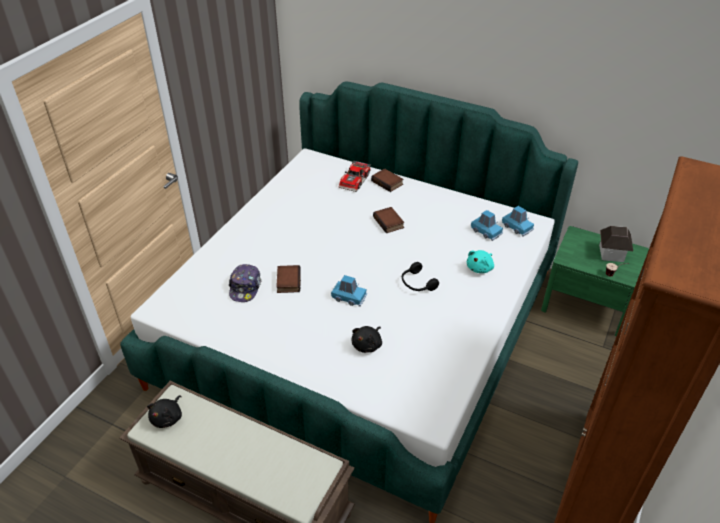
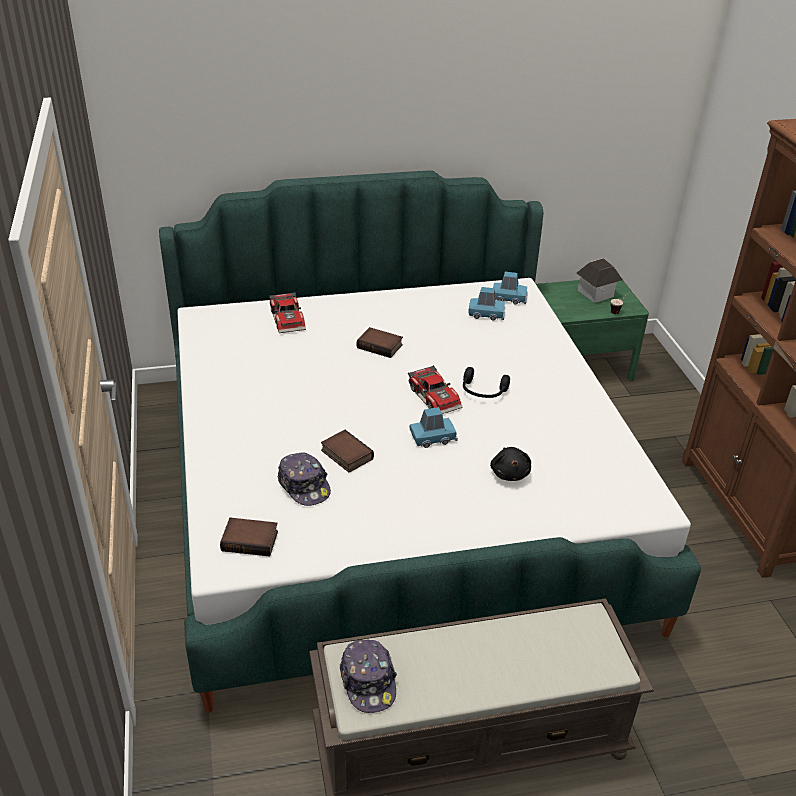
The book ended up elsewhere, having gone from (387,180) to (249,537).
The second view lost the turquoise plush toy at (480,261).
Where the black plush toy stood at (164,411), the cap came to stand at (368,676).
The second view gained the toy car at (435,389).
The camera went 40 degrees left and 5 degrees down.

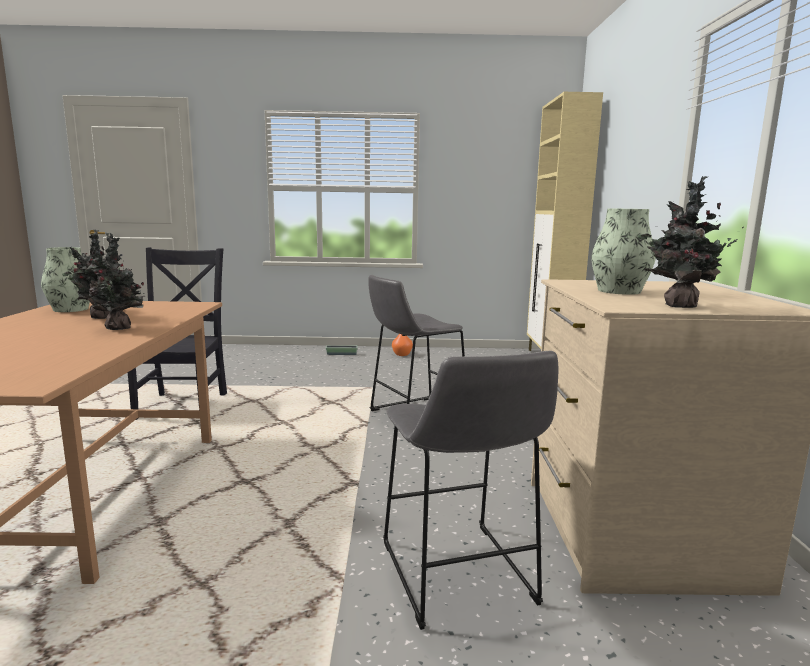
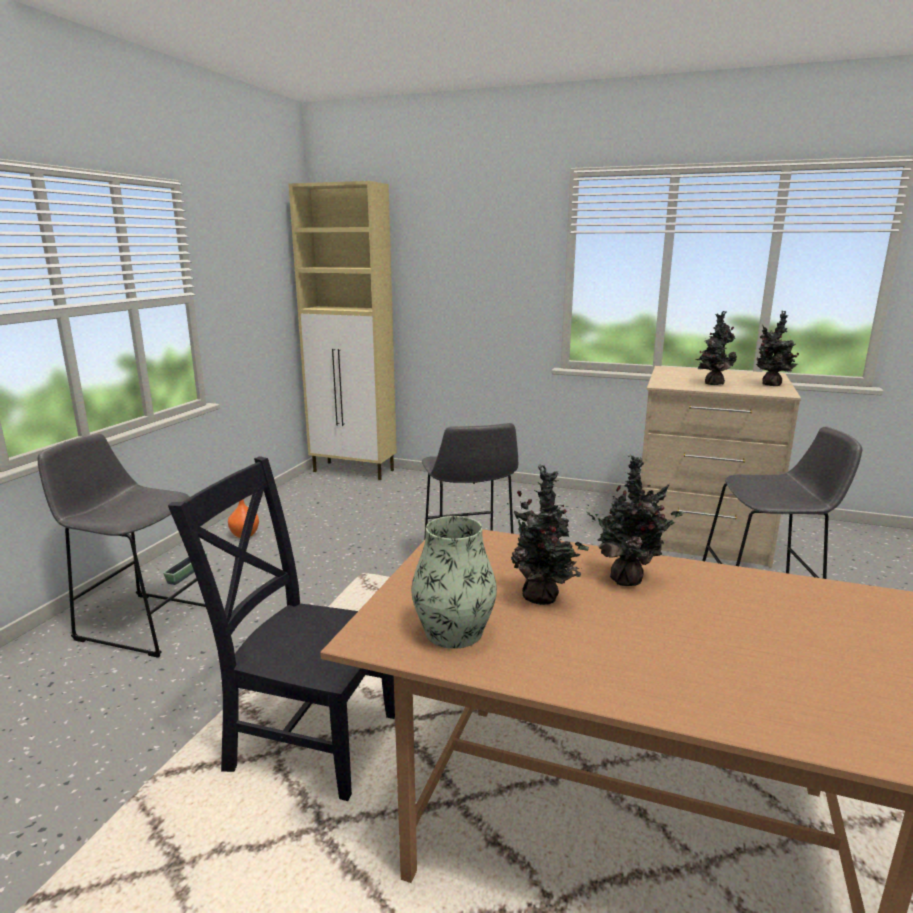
Where the vase stood at (623,251), the potted plant came to stand at (716,348).
The second view gained the grey stool at (122,546).
The camera went 70 degrees left and 5 degrees up.

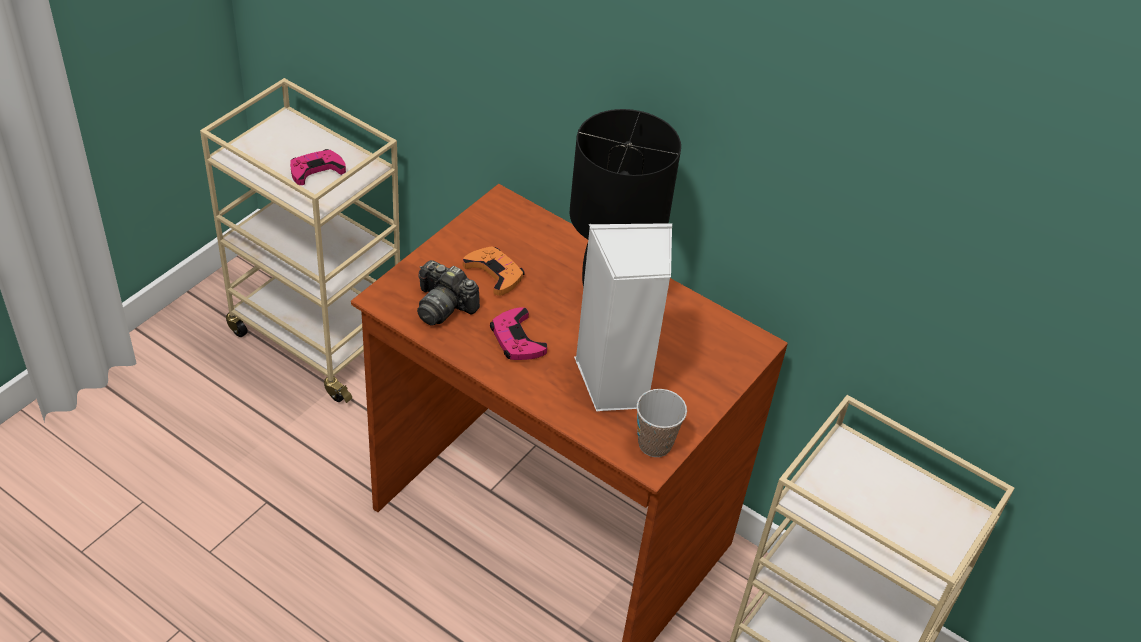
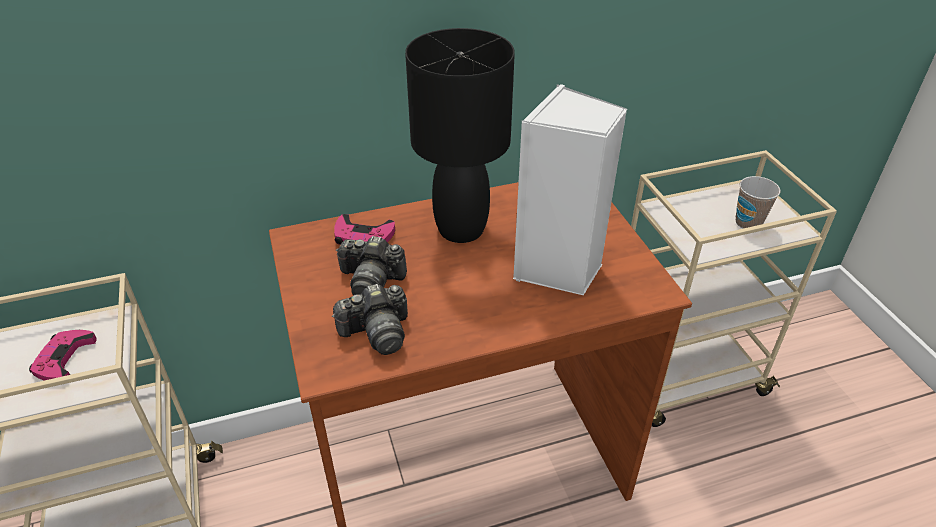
Where the orange game controller stood at (494,271), the photo camera came to stand at (371,265).
The pink game controller ended up elsewhere, having gone from (518,333) to (364,229).
The cup ended up elsewhere, having gone from (661,423) to (758,202).
The camera went 50 degrees left and 5 degrees down.

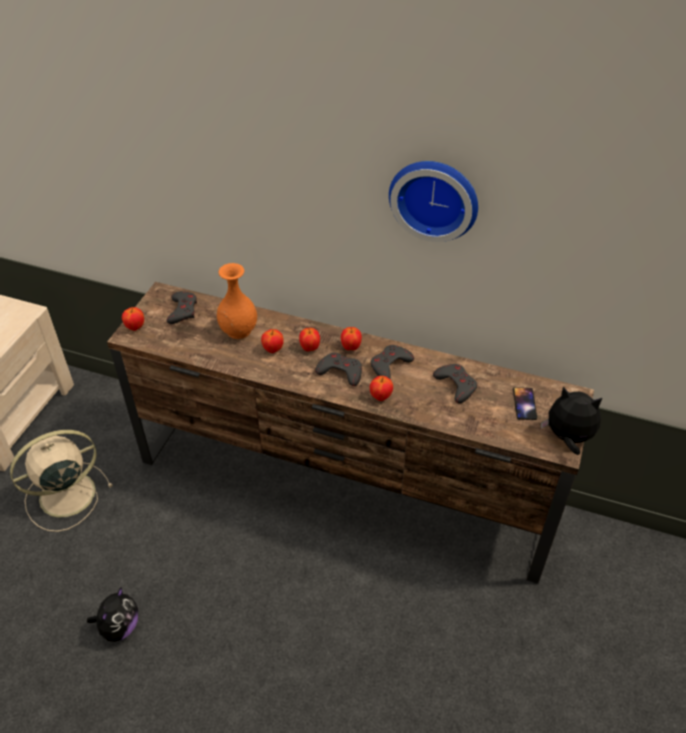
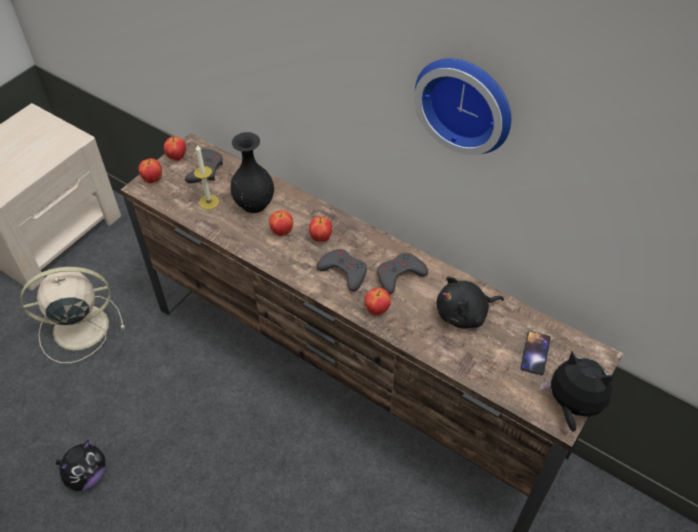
What was the orange vase at (237,301) turned into the black vase at (252,172).
The apple ended up elsewhere, having gone from (351,339) to (175,148).
Where the grey game controller stood at (455,384), the black plush toy came to stand at (470,302).
The second view gained the candle at (206,177).
The camera went 15 degrees right and 5 degrees up.

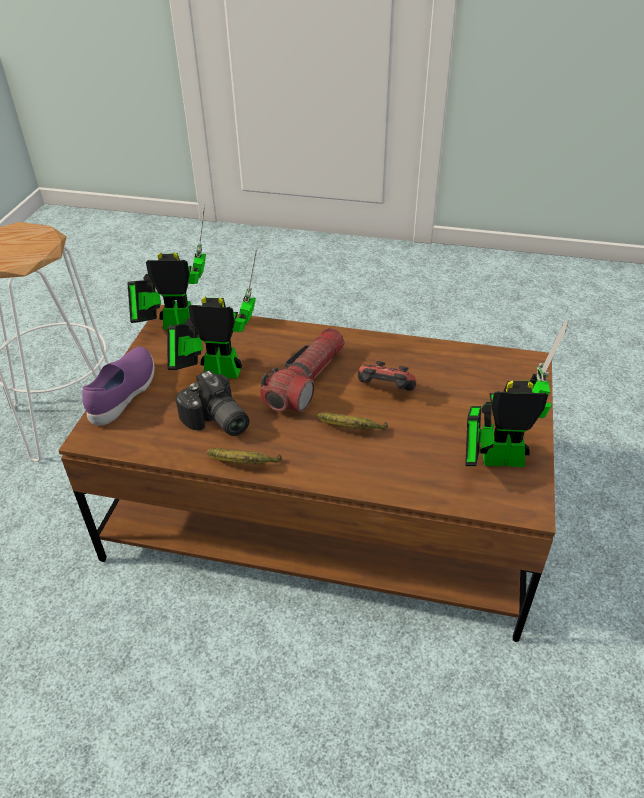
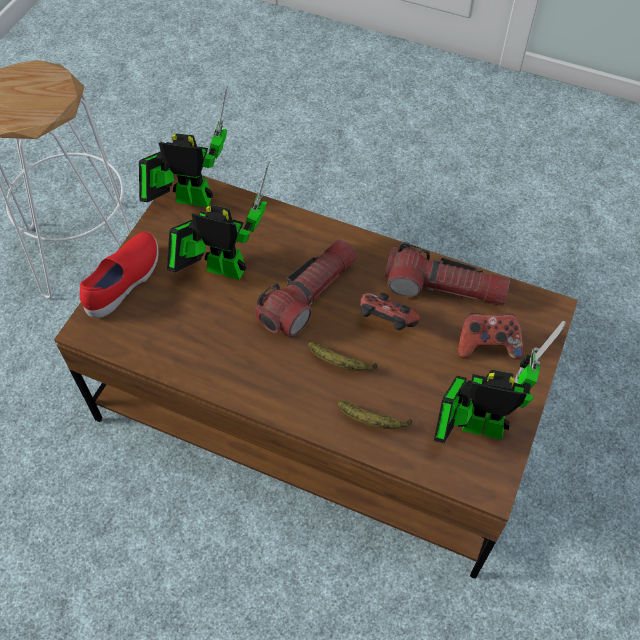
What was the purple shoe at (118,386) turned into the red shoe at (119,275).
The second view lost the photo camera at (212,403).
The banana ended up elsewhere, having gone from (244,456) to (375,415).
The second view gained the flashlight at (447,274).
The second view gained the game controller at (490,336).
The camera went 10 degrees right and 15 degrees up.

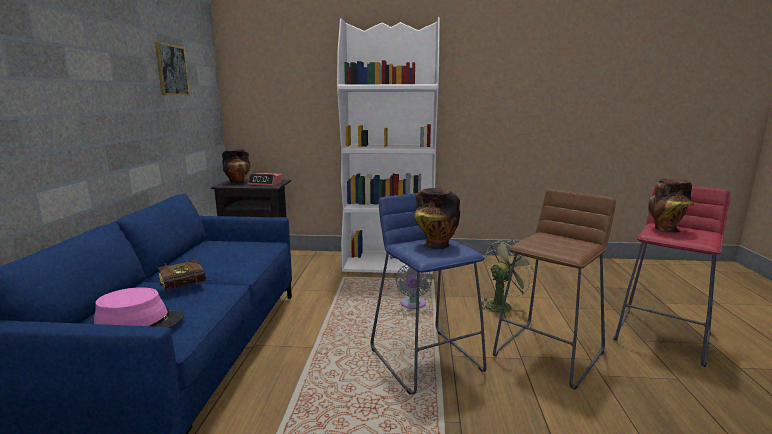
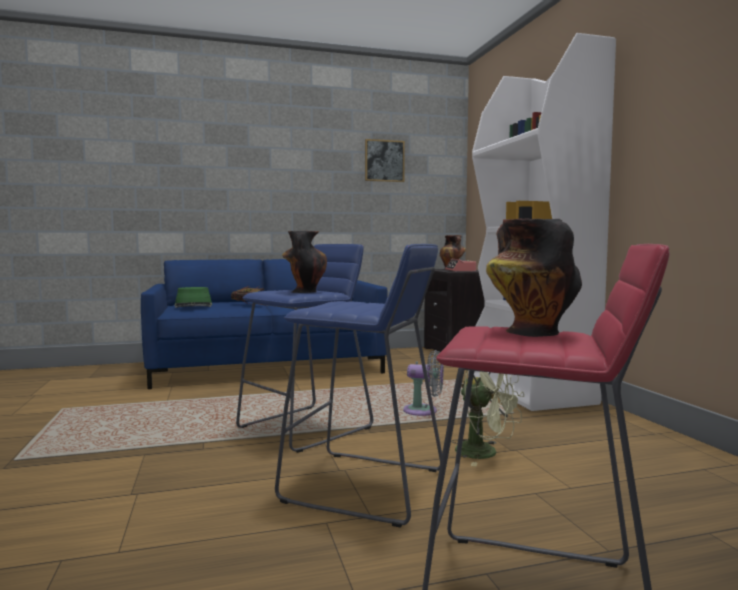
What was the brown stool at (554,289) turned into the blue stool at (358,386).
The grey fan at (413,287) ended up facing another way, 150 degrees counterclockwise from before.
What was the pink hat at (139,307) turned into the green hat at (193,297).
The camera went 70 degrees right and 10 degrees down.

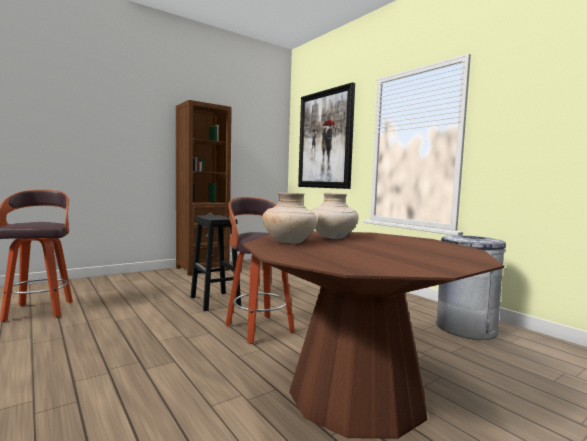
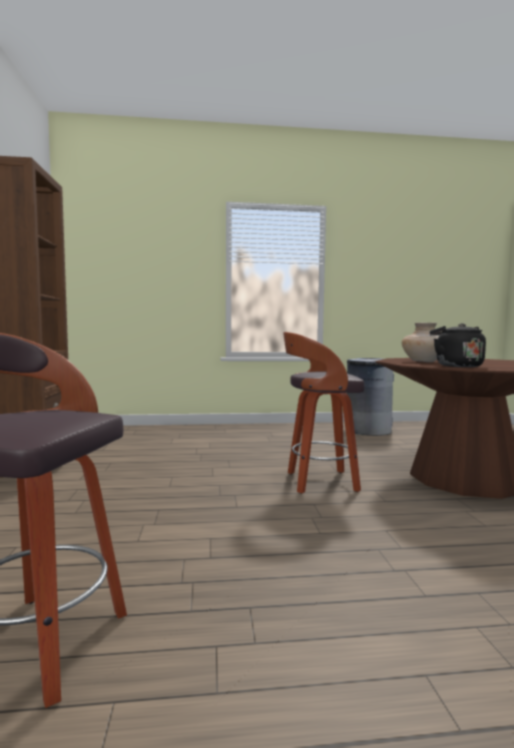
The second view lost the picture at (326,135).
Where the beige vase stood at (289,218), the black kettle came to stand at (457,345).
The second view lost the black stool at (216,263).
The camera went 60 degrees left and 0 degrees up.

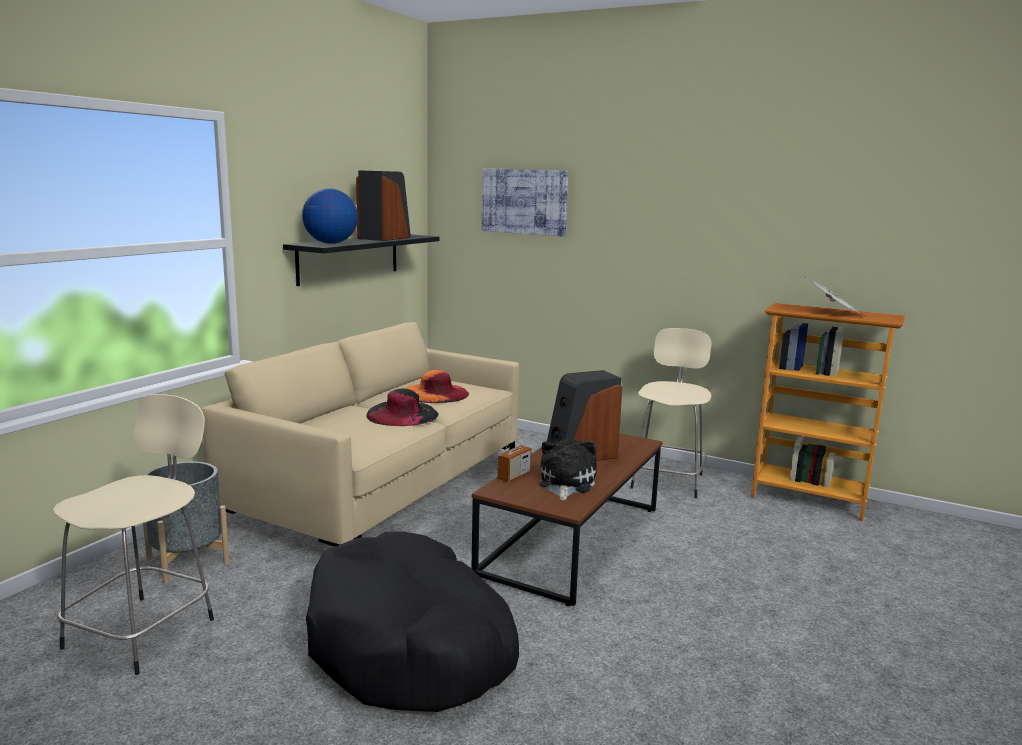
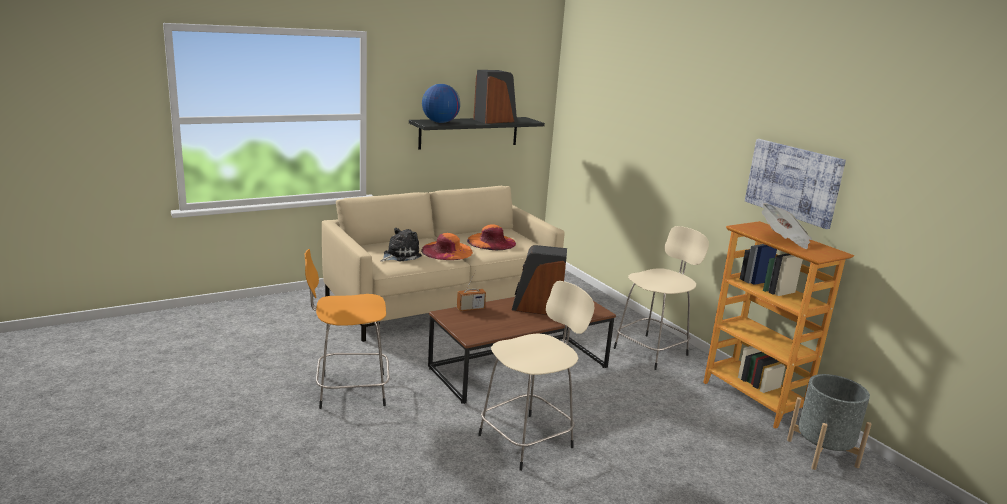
The picture ended up elsewhere, having gone from (525,203) to (795,184).
What was the black hat at (402,407) turned into the orange hat at (447,246).
The beige stool ended up elsewhere, having gone from (133,534) to (536,376).
The plush toy ended up elsewhere, having gone from (568,470) to (401,245).
The grey planter ended up elsewhere, having gone from (186,522) to (829,422).
Where the black dog bed stood at (412,621), the orange stool came to stand at (347,329).
The camera went 30 degrees right and 5 degrees up.

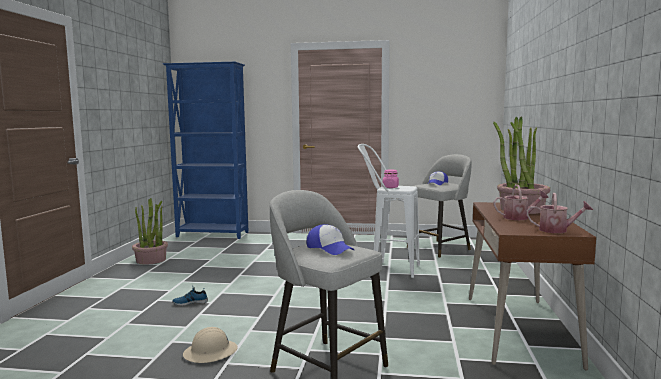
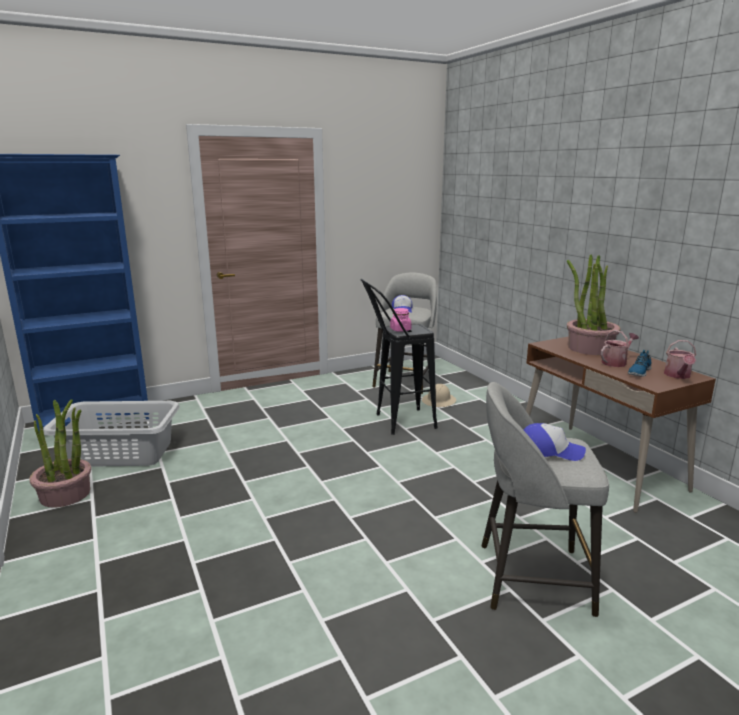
What was the white stool at (389,211) turned into the black stool at (399,357).
The watering can at (560,213) ended up facing another way, 120 degrees clockwise from before.
The shoe ended up elsewhere, having gone from (190,296) to (639,363).
The beige hard hat ended up elsewhere, having gone from (210,345) to (439,395).
The second view gained the grey laundry basket at (111,434).
The camera went 35 degrees left and 10 degrees up.

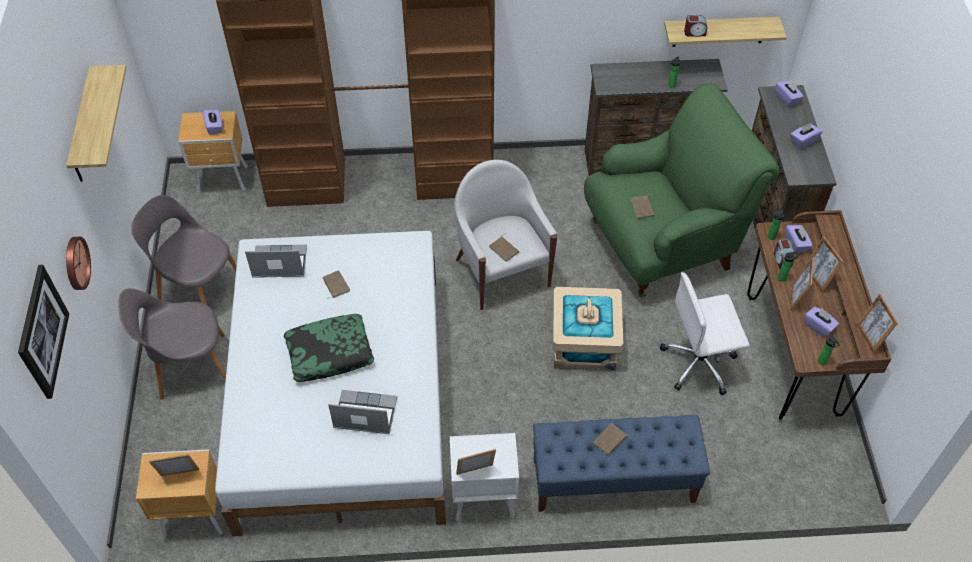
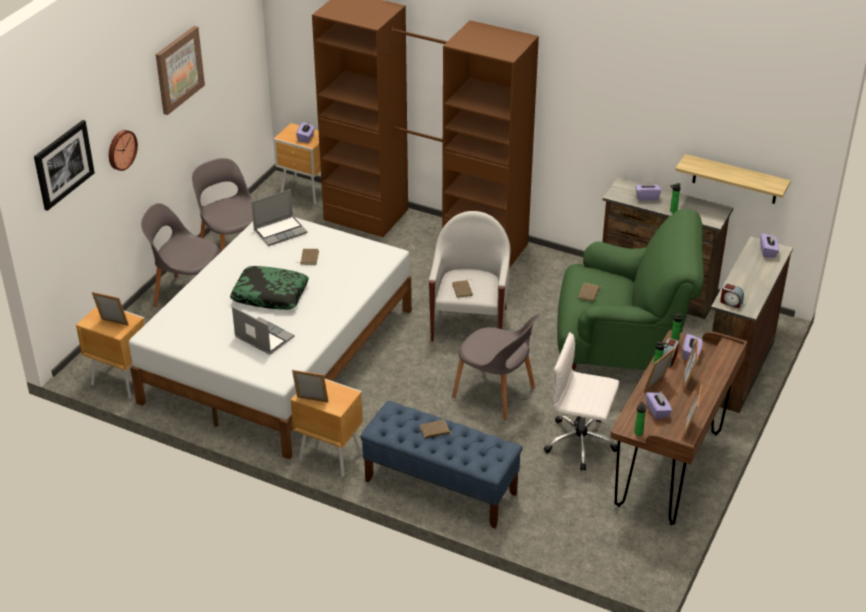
The alarm clock ended up elsewhere, having gone from (695,25) to (732,295).
Where the shelf hung at (96,123), the picture came to hang at (180,70).
The purple tissue box ended up elsewhere, having gone from (807,135) to (648,190).
The laptop at (276,261) ended up facing another way, 120 degrees clockwise from before.
Where the beige storage box stood at (588,328), the grey chair came to stand at (496,367).
What was the white nightstand at (484,477) turned into the brown nightstand at (327,428).
The camera went 30 degrees right and 15 degrees down.

